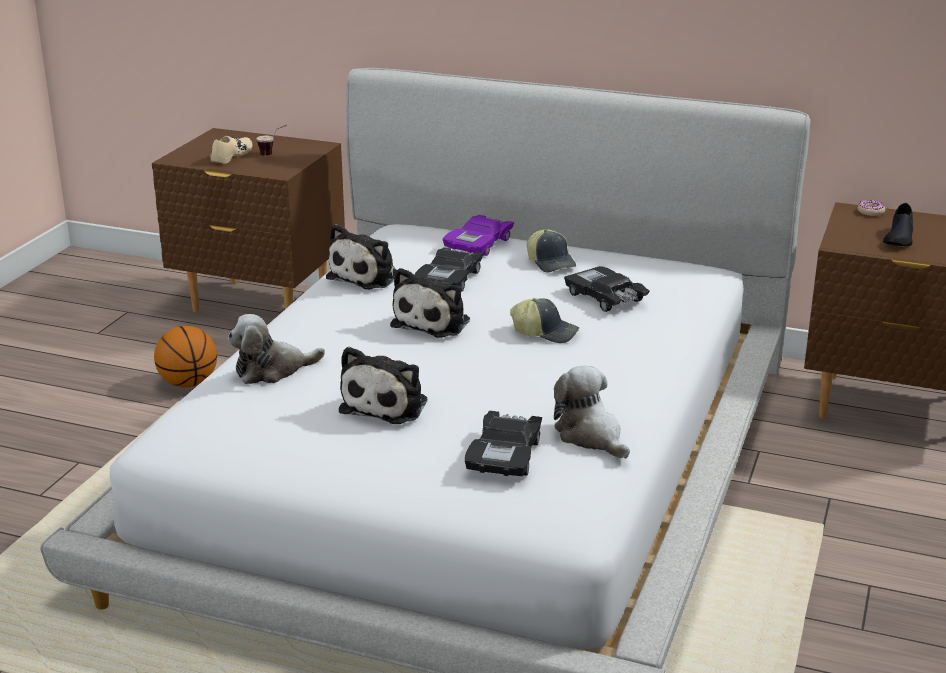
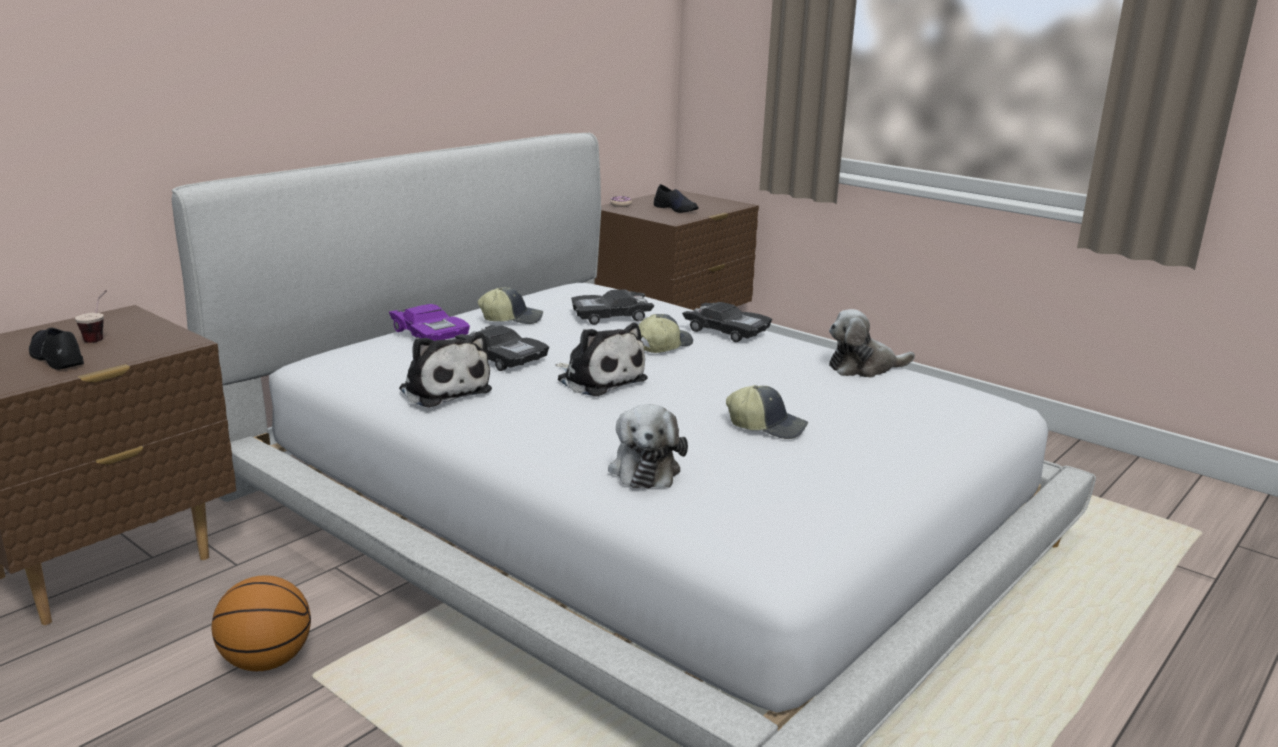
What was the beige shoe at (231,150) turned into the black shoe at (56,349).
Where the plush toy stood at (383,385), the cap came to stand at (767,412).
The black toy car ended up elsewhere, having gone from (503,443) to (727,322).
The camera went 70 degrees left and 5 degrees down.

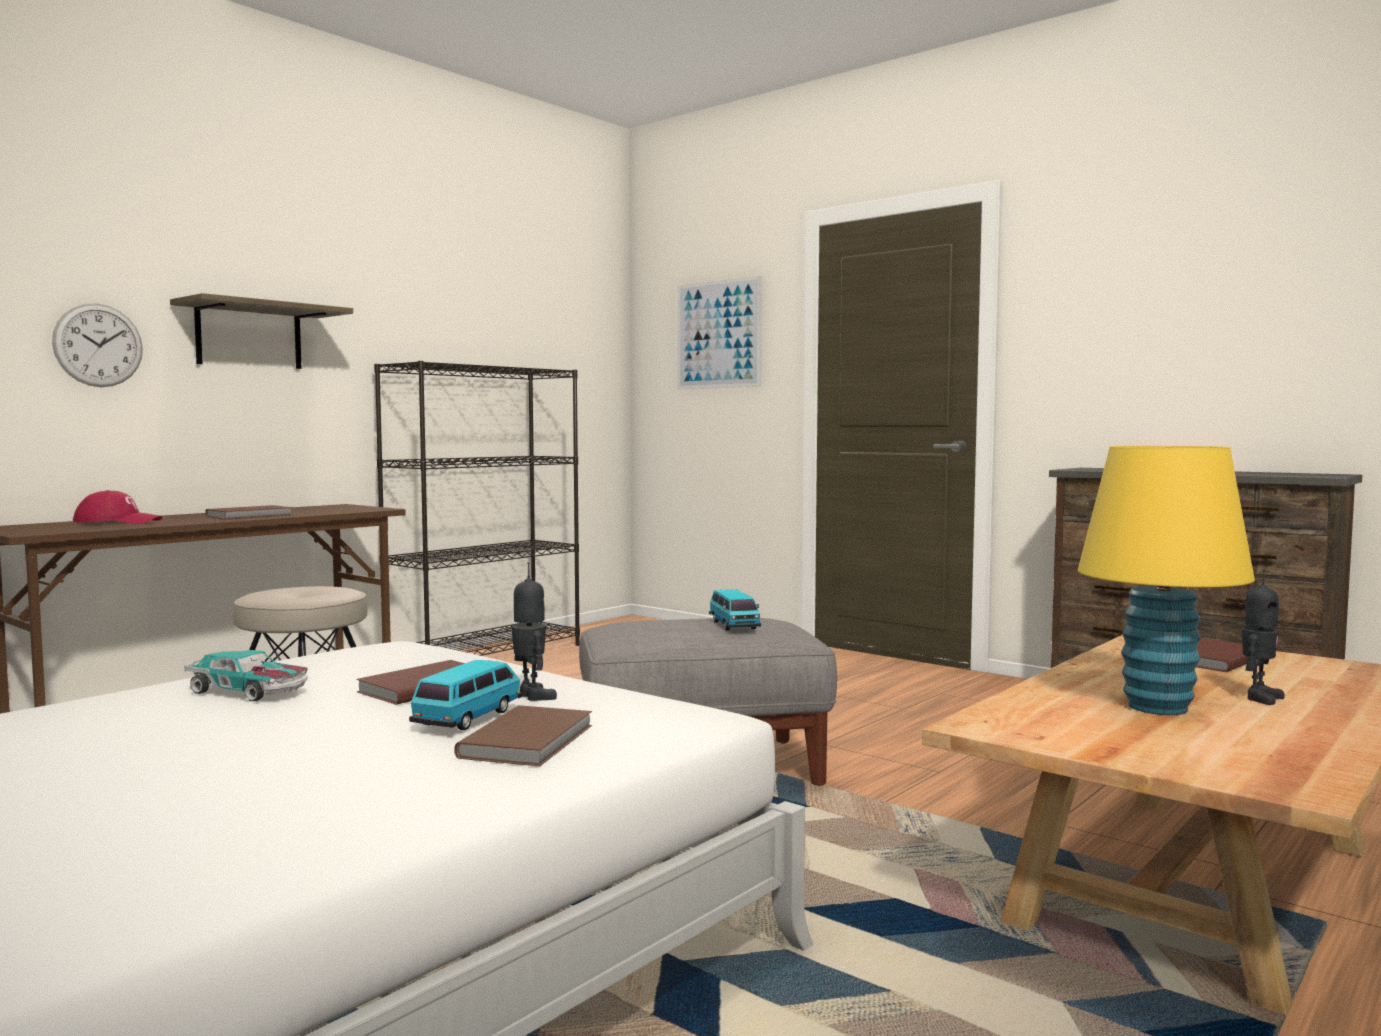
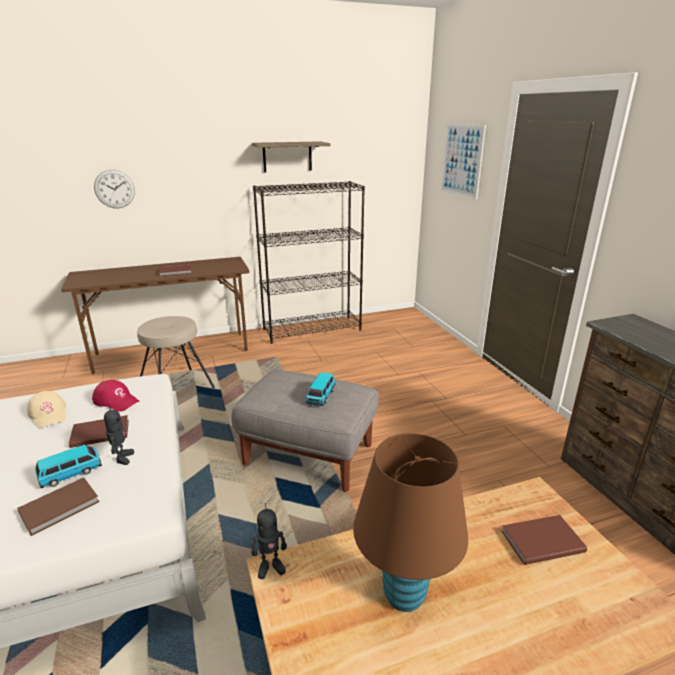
The shelf ended up elsewhere, having gone from (261,331) to (291,156).
What was the yellow table lamp at (1166,580) turned into the brown table lamp at (410,522).
The red cap ended up elsewhere, having gone from (117,507) to (115,396).
The toy robot ended up elsewhere, having gone from (1263,637) to (269,541).
Where the toy car stood at (246,675), the beige cap came to stand at (46,409).
The camera went 30 degrees right and 20 degrees up.

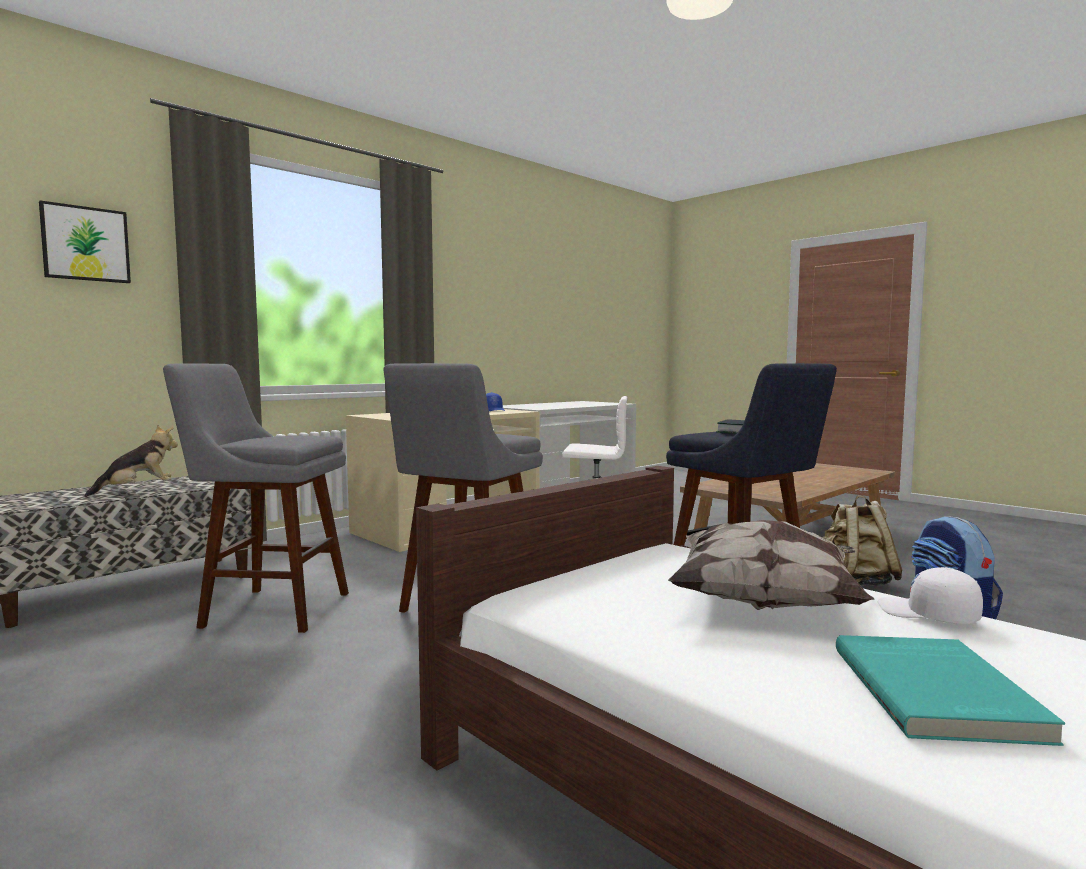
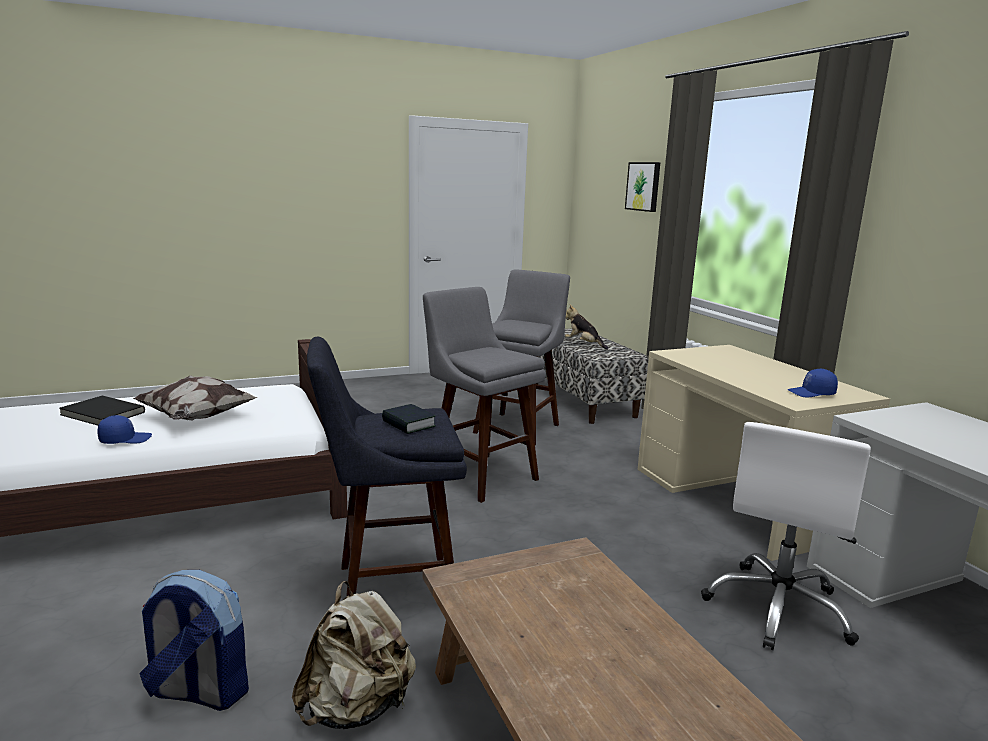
The plush toy at (131,461) ended up facing another way, 150 degrees clockwise from before.
What was the white cap at (930,595) turned into the blue cap at (125,429).
What was the turquoise book at (950,690) turned into the black book at (102,410).
The camera went 110 degrees right and 10 degrees up.

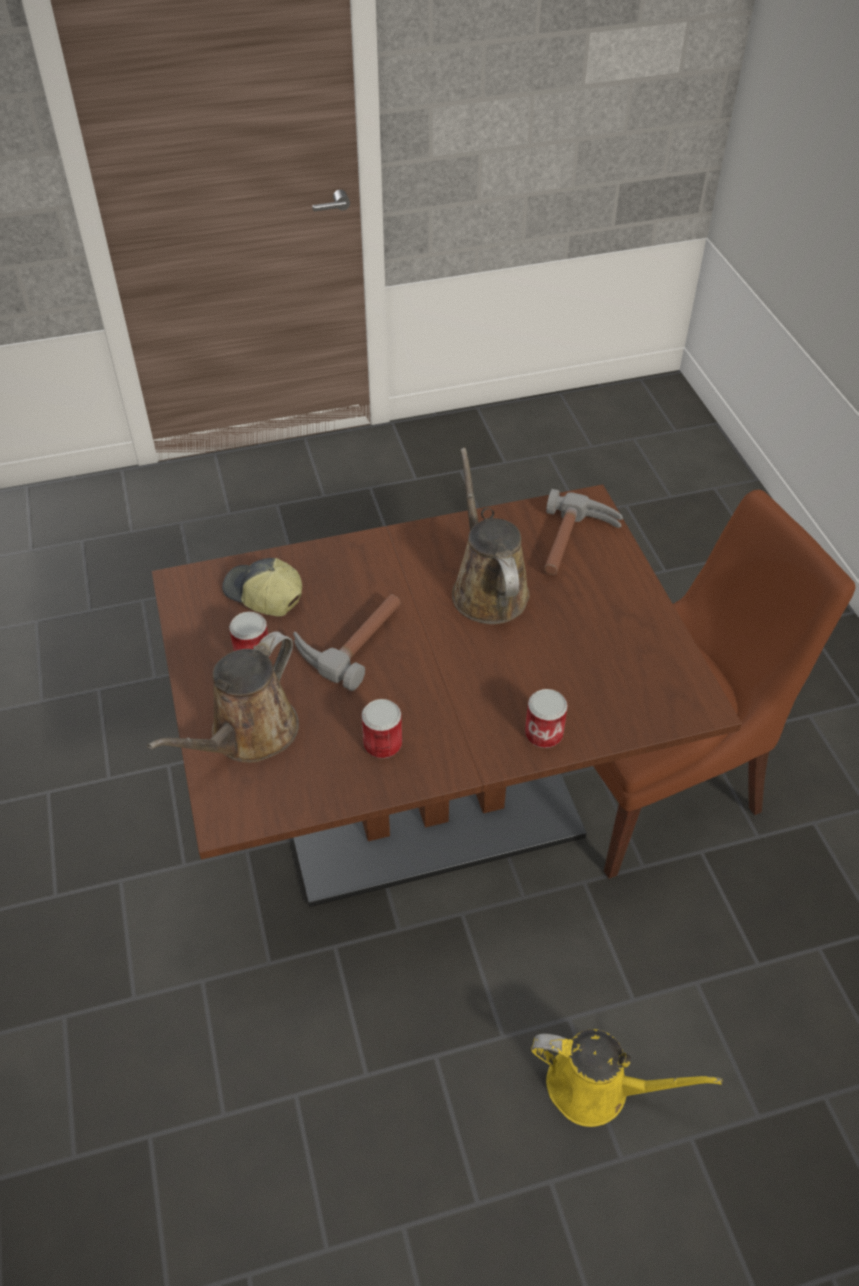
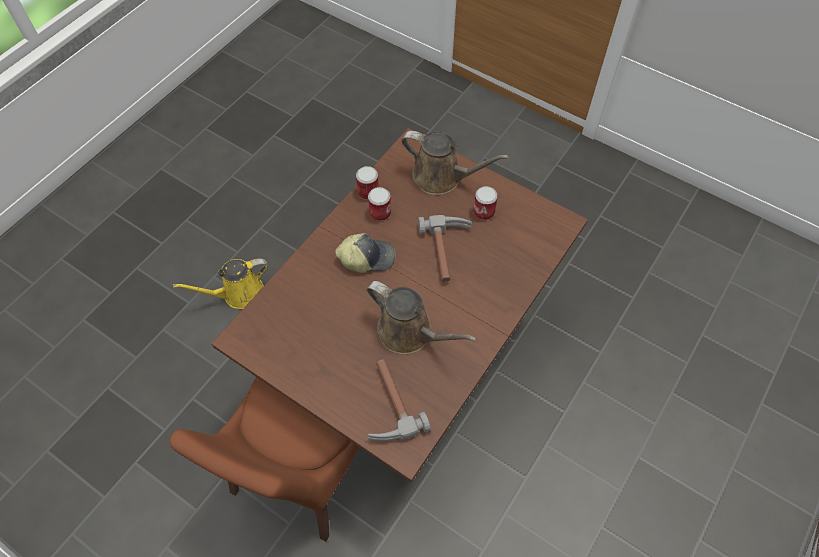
The cap ended up elsewhere, having gone from (262,587) to (365,253).
The brown watering can at (223,697) ended up facing another way, 120 degrees clockwise from before.
The can ended up elsewhere, having gone from (546,718) to (367,183).
The camera went 140 degrees right and 10 degrees up.

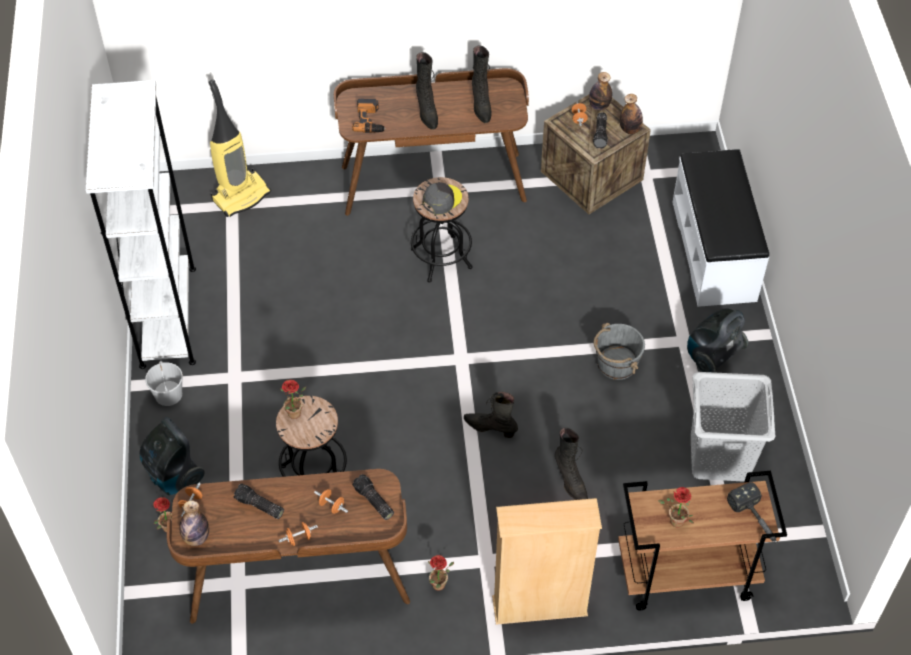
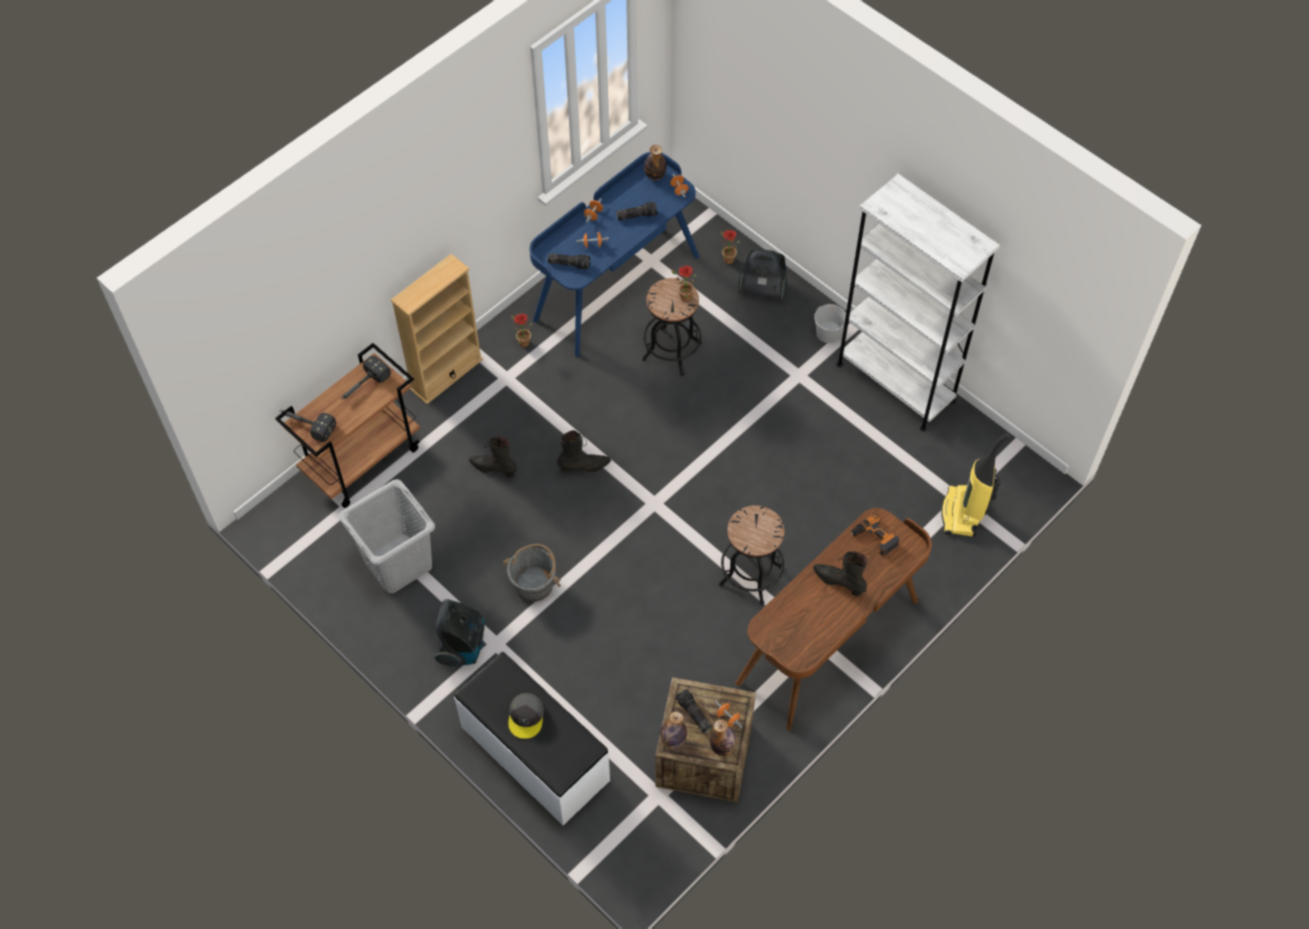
The second view lost the black boot at (482,84).
The grey cap ended up elsewhere, having gone from (442,198) to (526,716).
What was the brown desk at (288,546) turned into the blue desk at (614,254).
Where the potted plant stood at (676,507), the hammer came to stand at (366,378).
The camera went 140 degrees right and 5 degrees up.

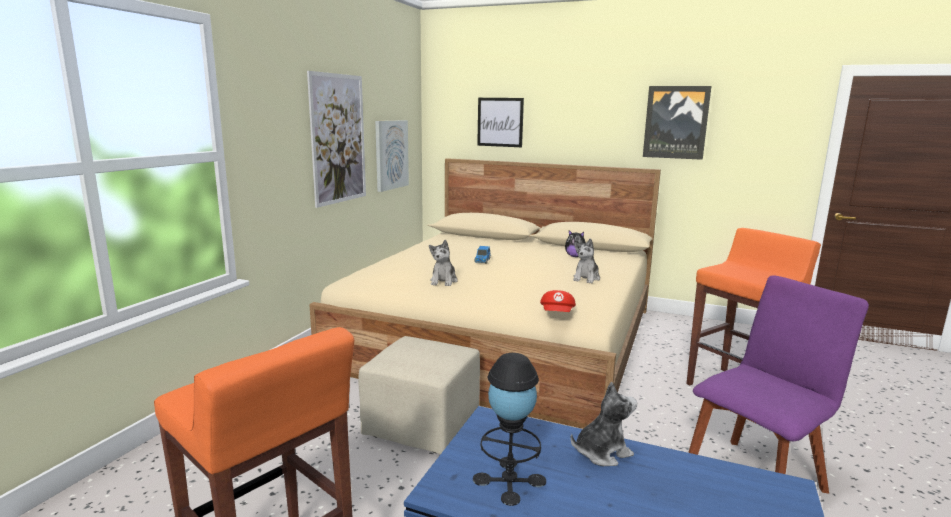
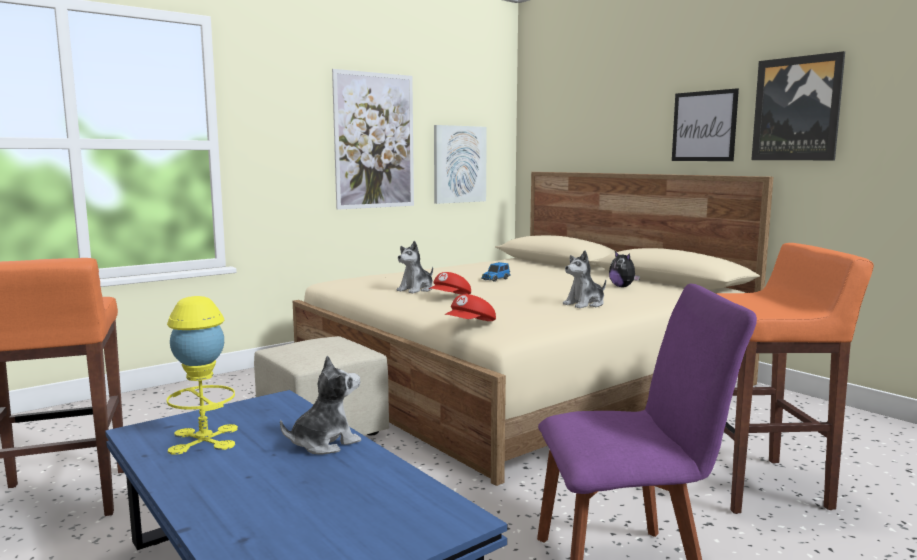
The picture ended up elsewhere, having gone from (500,122) to (705,124).
What was the black table lamp at (509,429) turned into the yellow table lamp at (202,375).
The plush toy at (604,424) ended up facing another way, 45 degrees counterclockwise from before.
The second view gained the red cap at (450,283).
The camera went 30 degrees right and 5 degrees down.

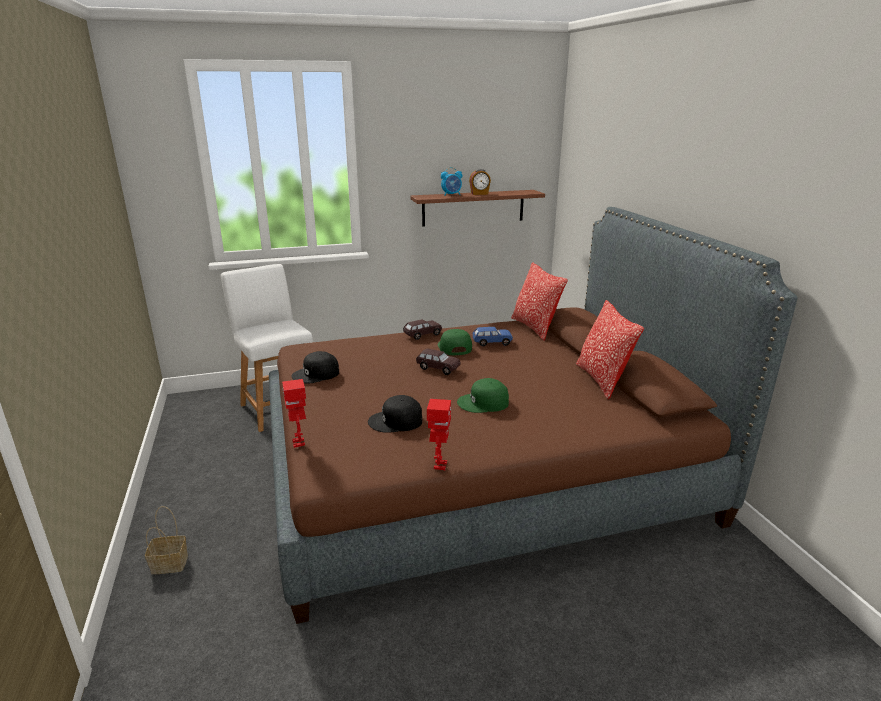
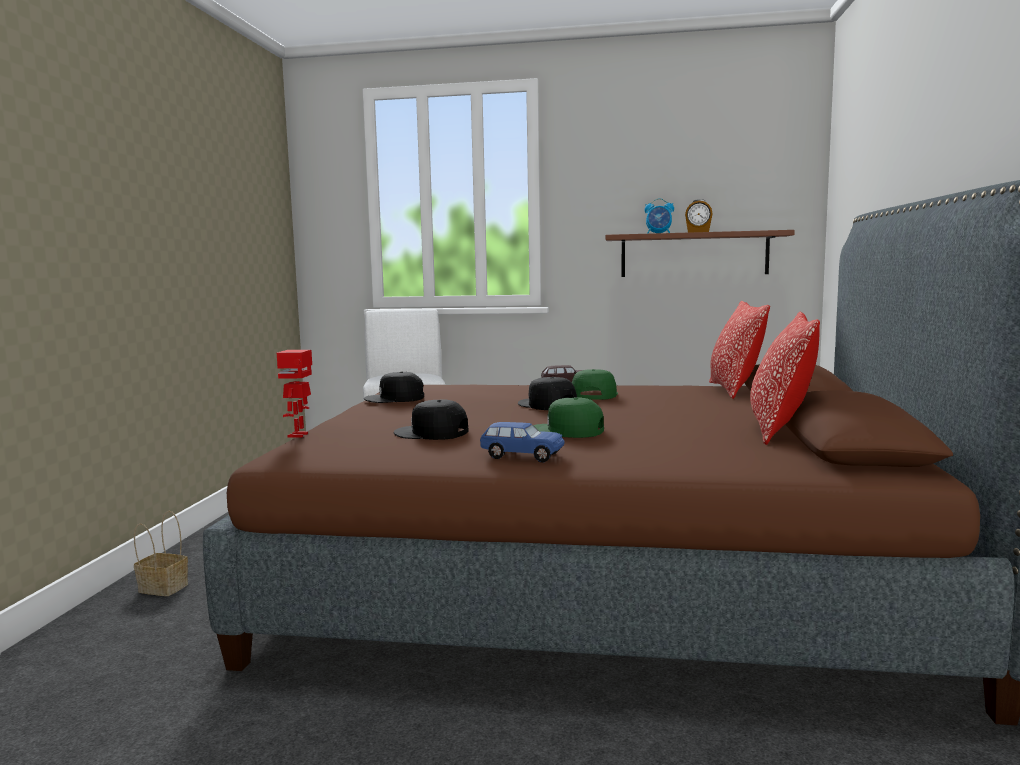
The blue toy car ended up elsewhere, having gone from (493,336) to (522,442).
Where the brown toy car stood at (438,362), the black cap came to stand at (547,393).
The second view lost the toy robot at (439,434).
The camera went 25 degrees right and 15 degrees down.

